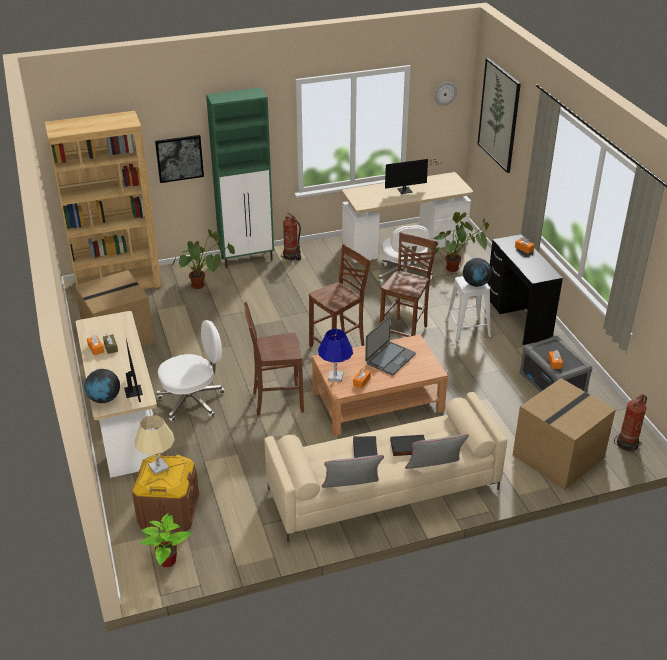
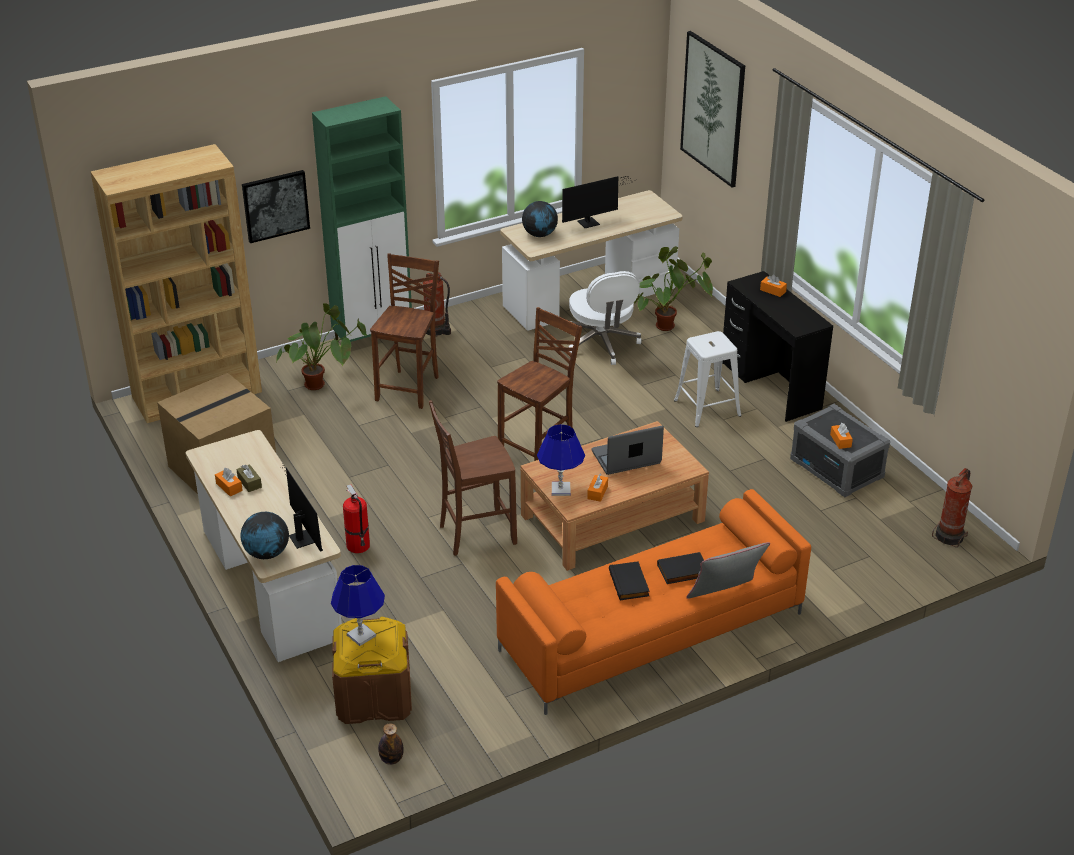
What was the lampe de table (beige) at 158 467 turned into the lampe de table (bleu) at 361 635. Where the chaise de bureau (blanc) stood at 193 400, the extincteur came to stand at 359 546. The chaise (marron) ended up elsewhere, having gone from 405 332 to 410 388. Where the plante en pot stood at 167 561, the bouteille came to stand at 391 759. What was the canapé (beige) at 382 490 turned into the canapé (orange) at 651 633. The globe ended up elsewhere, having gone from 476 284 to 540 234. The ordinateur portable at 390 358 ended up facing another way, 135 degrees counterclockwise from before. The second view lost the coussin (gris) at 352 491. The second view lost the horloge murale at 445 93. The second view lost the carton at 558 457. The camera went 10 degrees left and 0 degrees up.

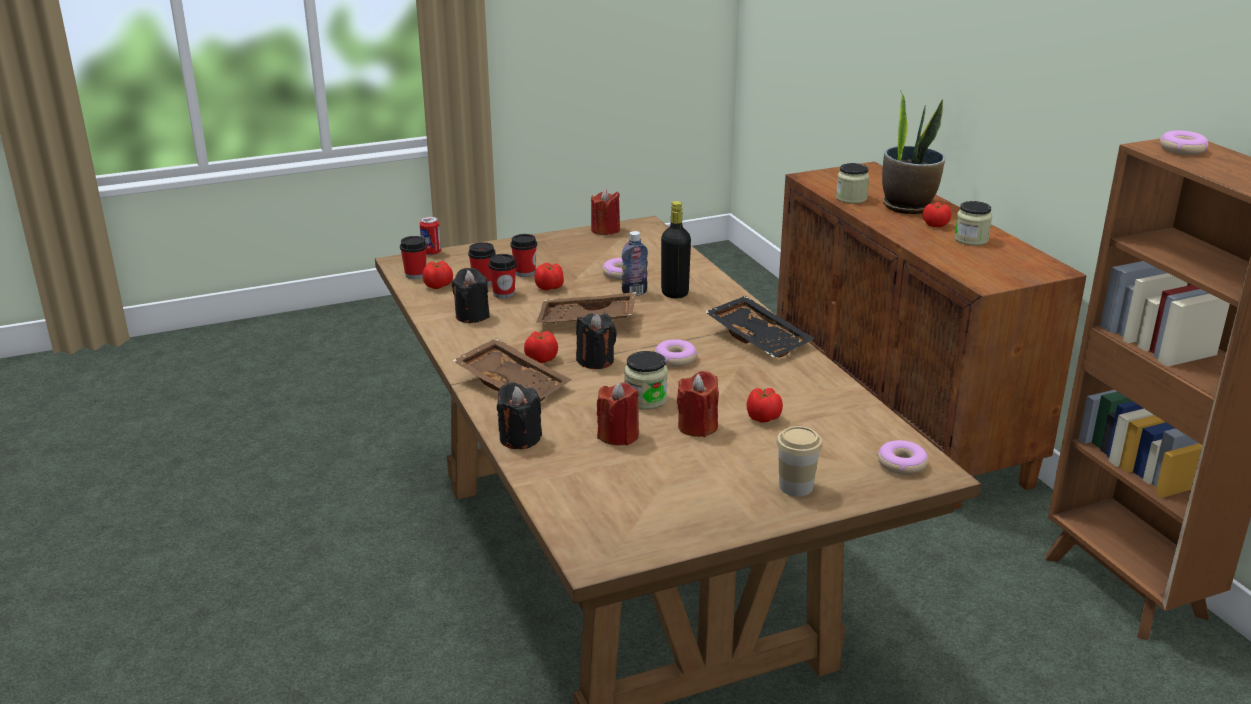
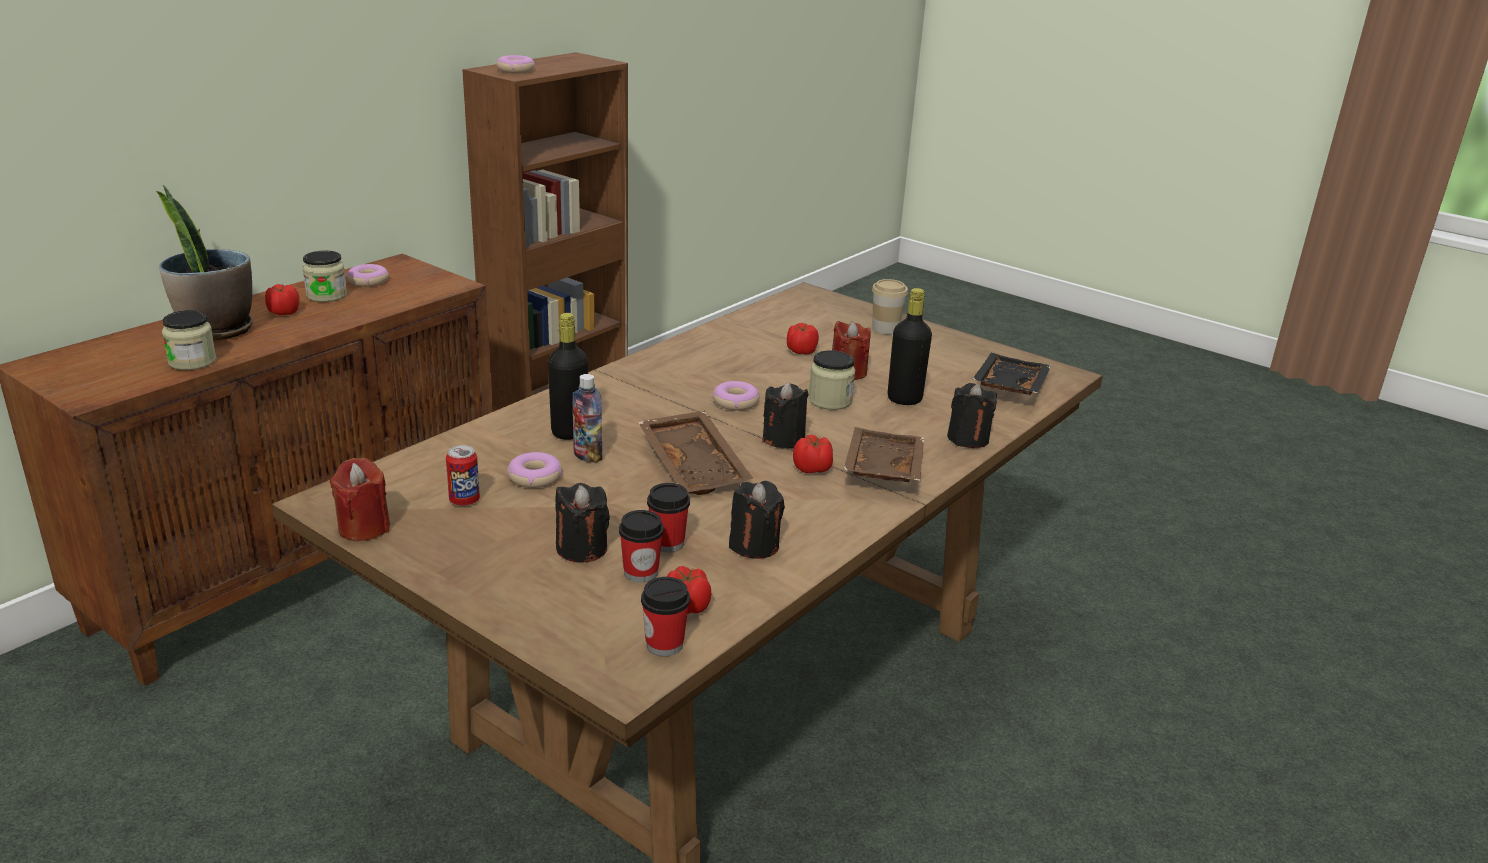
The beignet ended up elsewhere, having gone from 902 464 to 368 281. The boîte métallique ended up elsewhere, having gone from 431 253 to 464 501. Where the tasse stood at 525 272, the bougie (noir) came to stand at 581 549. Where the bougie (rouge) stood at 618 435, the bouteille (noir) came to stand at 904 399. The plateau (noir) ended up elsewhere, having gone from 759 338 to 1008 386. The second view lost the tomate at 550 287. The camera went 120 degrees left and 0 degrees up.

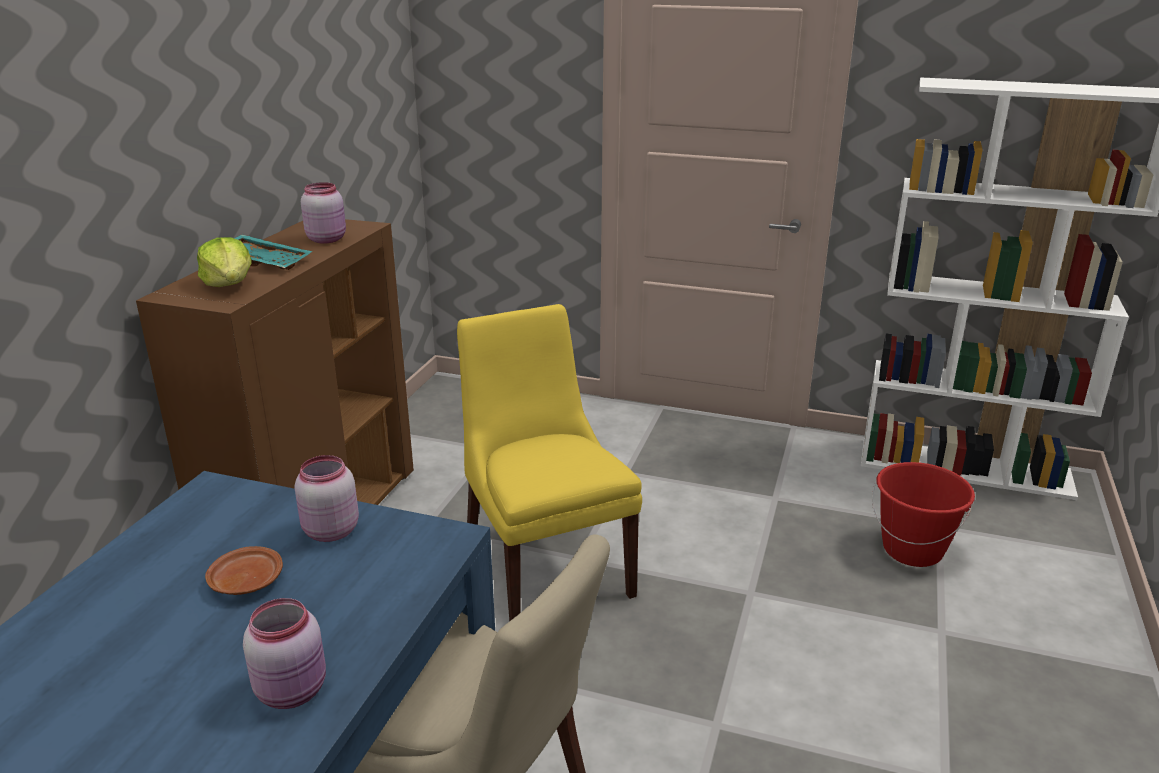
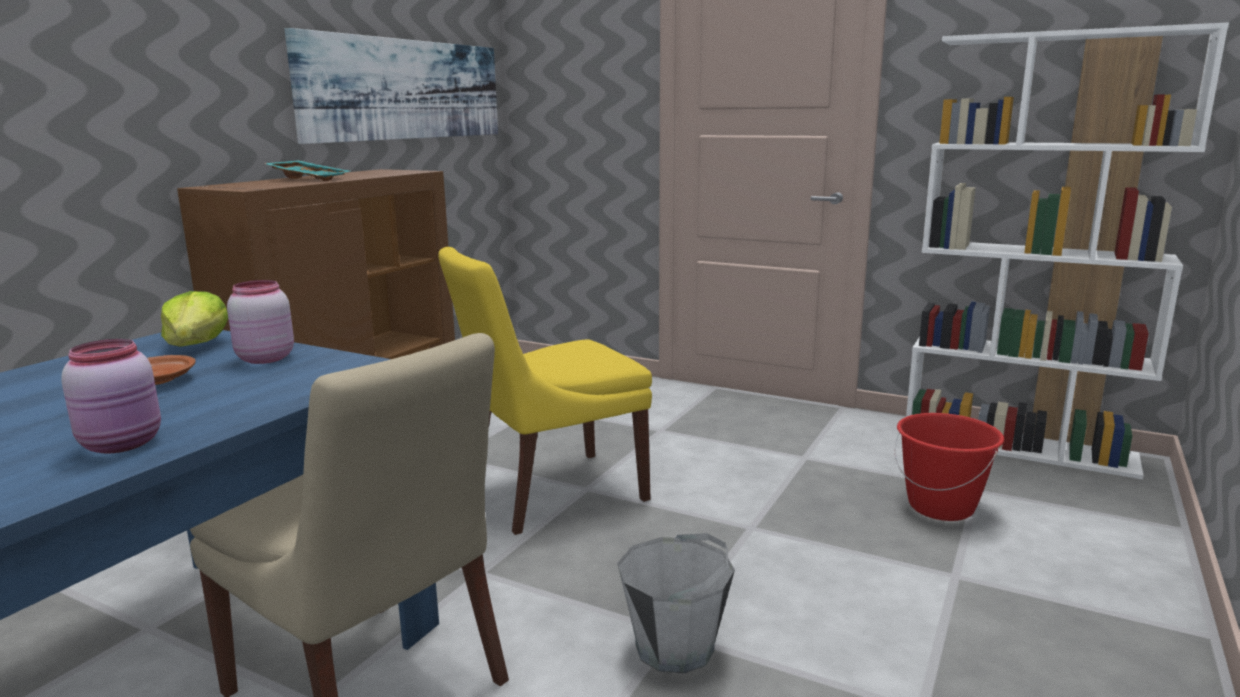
The laitue ended up elsewhere, having gone from 229 284 to 197 345. The second view gained the tableau at 406 89. The chaise (jaune) at 545 566 ended up facing another way, 105 degrees counterclockwise from before. The second view gained the seau (gris) at 675 648. The second view lost the bocal (rose) at 327 239. The camera went 10 degrees right and 10 degrees down.

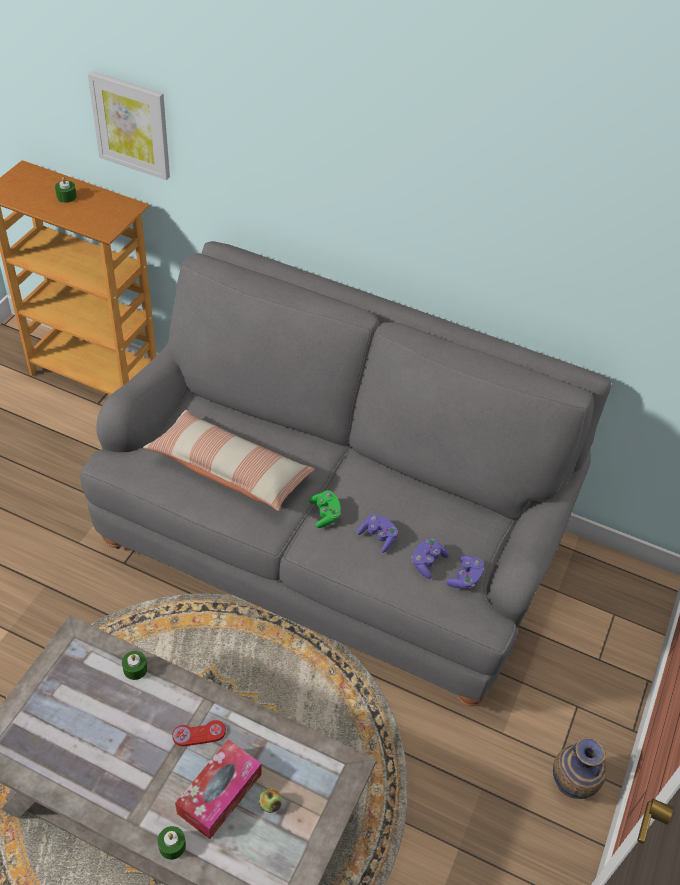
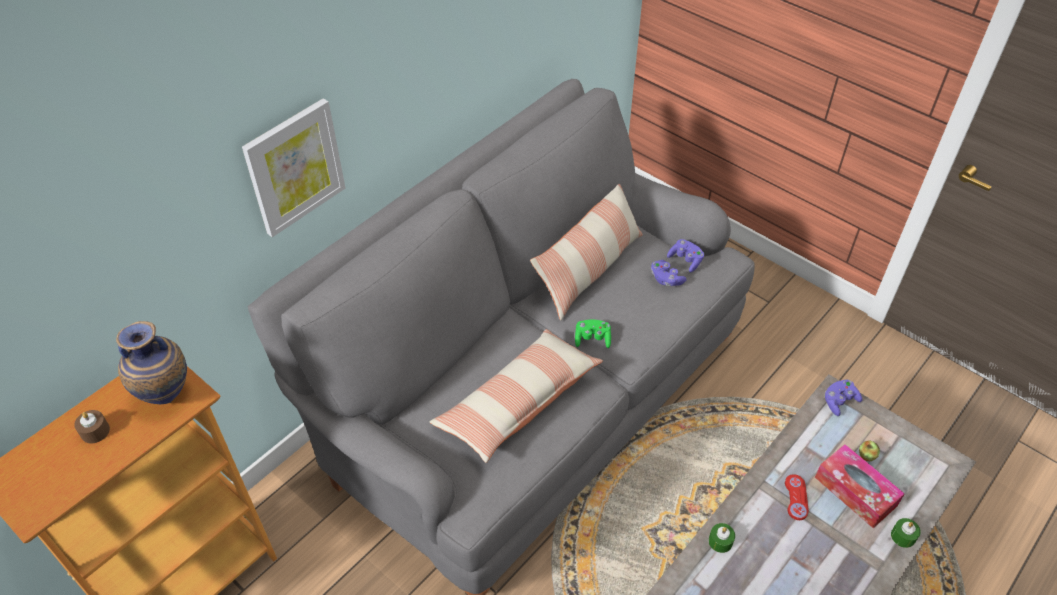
What was the bougie (vert) at 66 197 turned into the bougie (marron) at 95 431. The vase ended up elsewhere, having gone from 570 787 to 167 396. The tableau ended up elsewhere, having gone from 131 125 to 294 167. The second view gained the coussin at 589 269. The manette (violet) ended up elsewhere, having gone from 378 537 to 839 401. The camera went 70 degrees left and 0 degrees up.

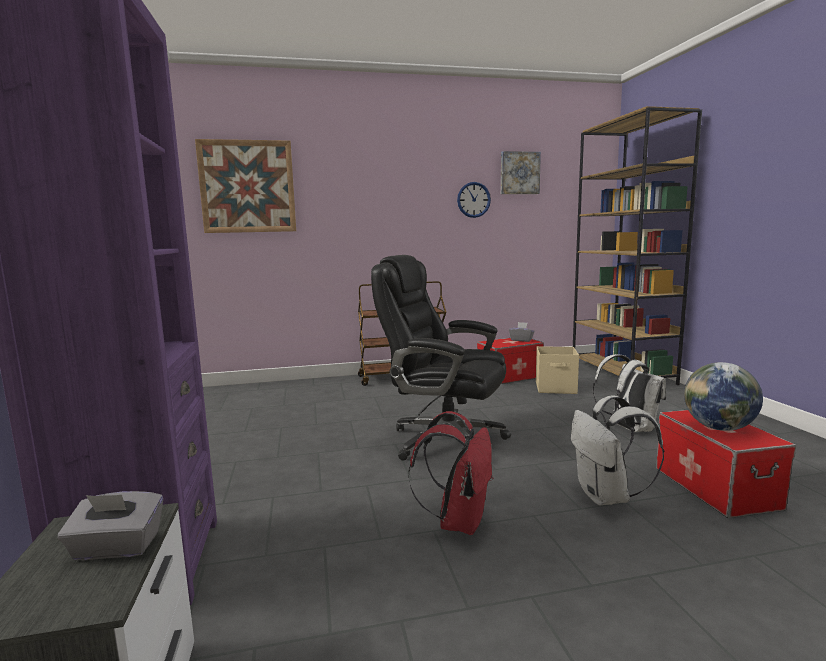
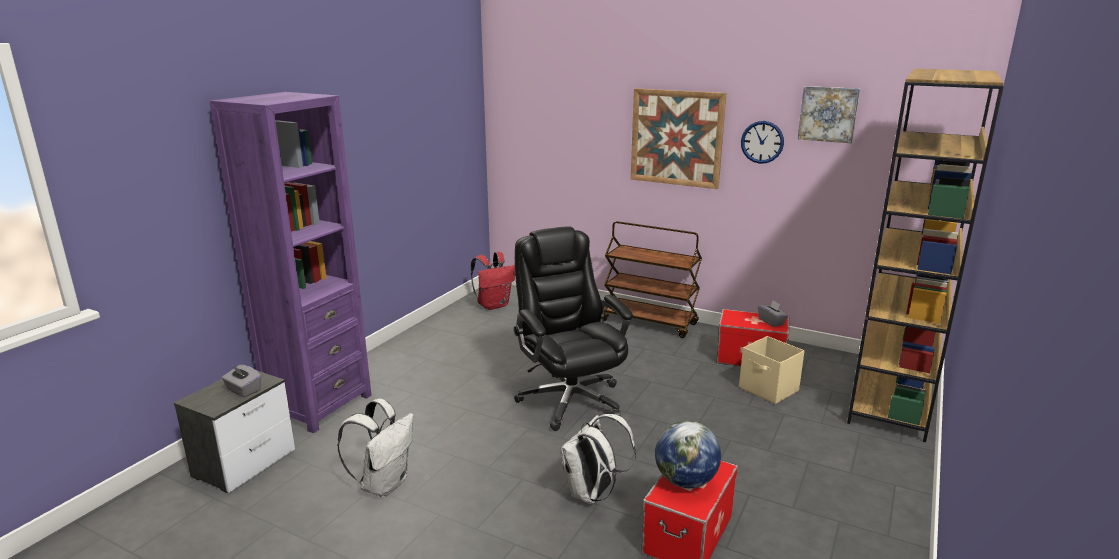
The sac à dos (blanc) ended up elsewhere, having gone from 628 428 to 384 484. The sac à dos (rouge) ended up elsewhere, having gone from 458 521 to 494 305. The tableau ended up elsewhere, having gone from 247 187 to 676 138. The camera went 40 degrees right and 10 degrees up.

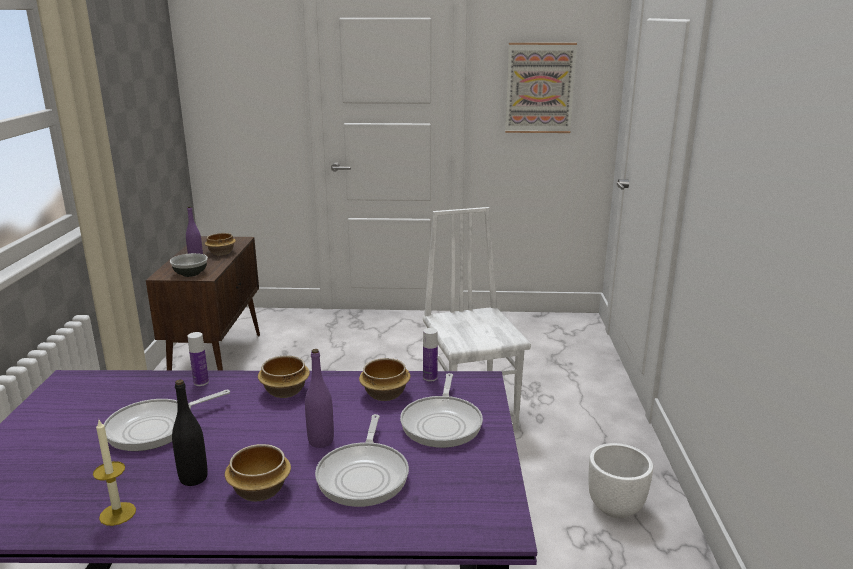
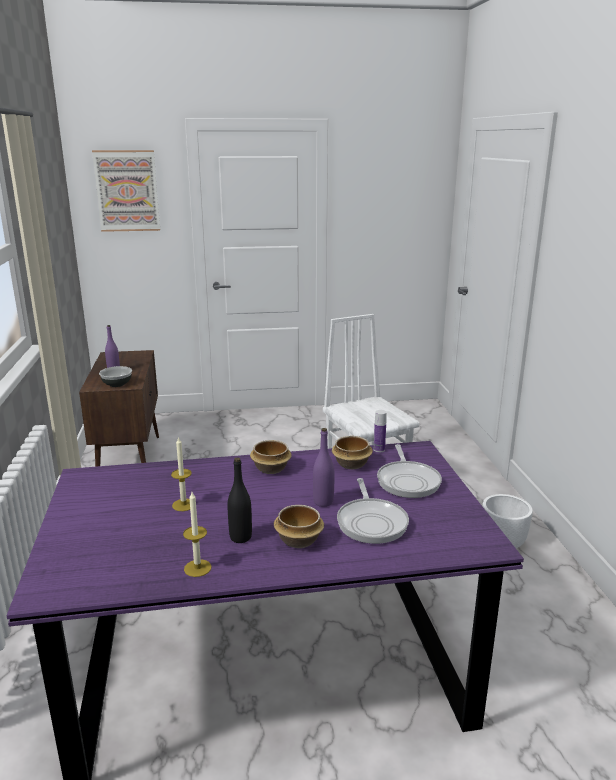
The tableau ended up elsewhere, having gone from 539 88 to 127 191. Where the poêle stood at 156 428, the bougie came to stand at 183 505. The second view lost the bouteille at 201 382. The second view lost the bol at 221 253. The camera went 10 degrees left and 0 degrees up.

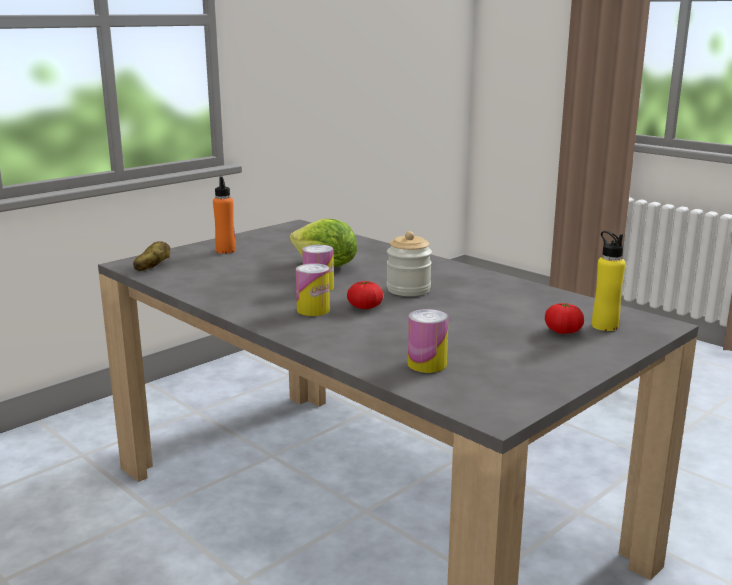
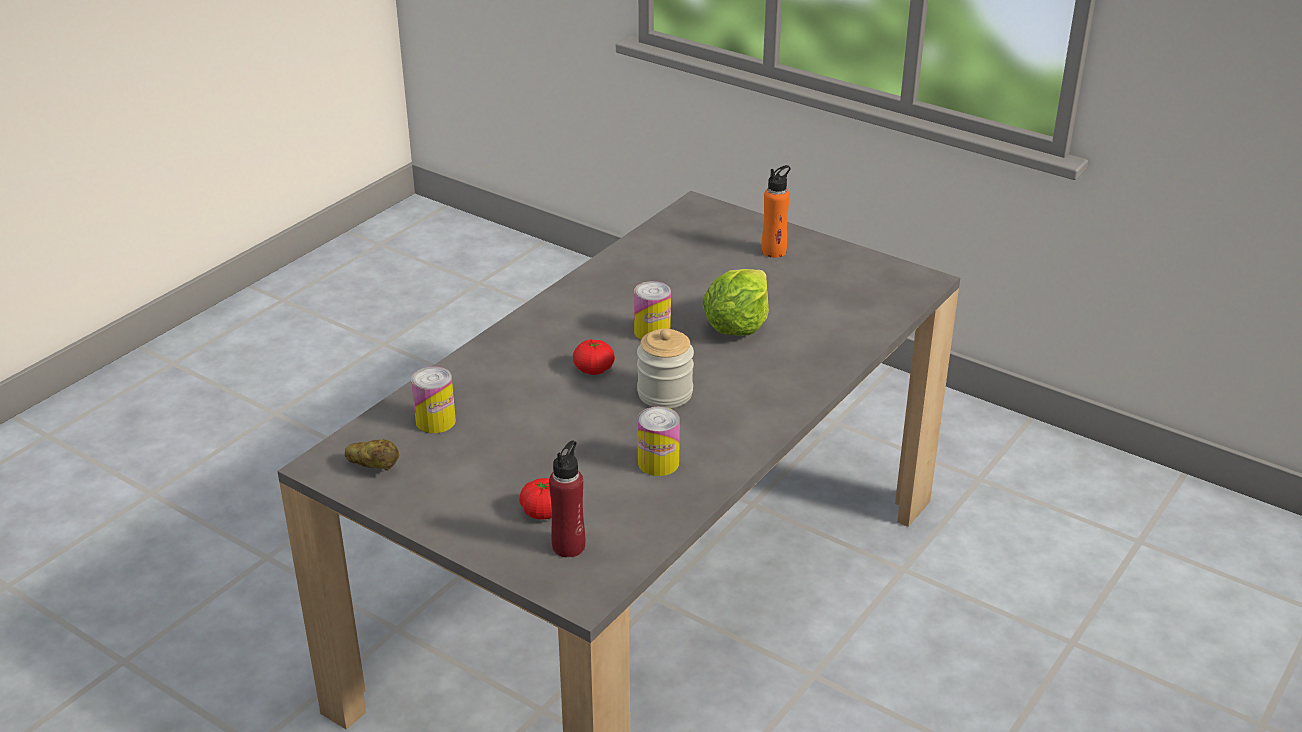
The pomme de terre ended up elsewhere, having gone from 152 267 to 374 467. What was the bouteille (jaune) at 604 326 turned into the bouteille (rouge) at 569 546. The boîte métallique ended up elsewhere, having gone from 313 310 to 658 463. The camera went 80 degrees right and 15 degrees up.

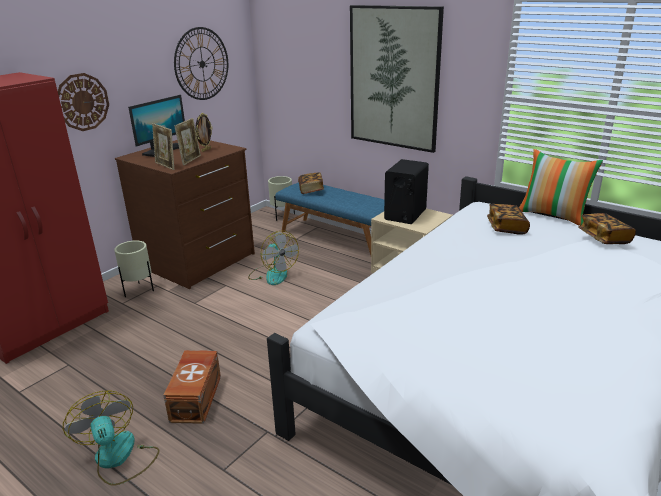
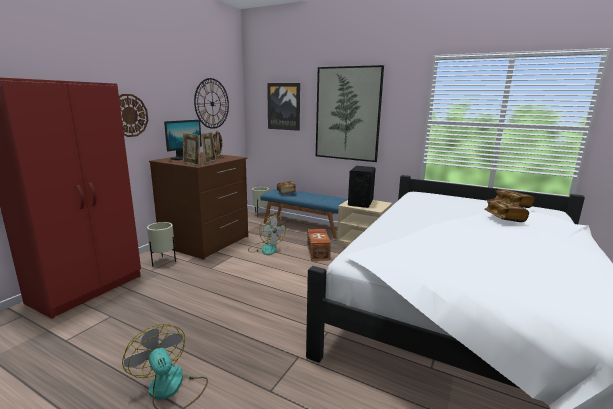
The second view gained the tableau at 284 106. The boîte de rangement (marron) ended up elsewhere, having gone from 197 397 to 318 252. The livre ended up elsewhere, having gone from 506 228 to 504 218. The second view lost the coussin at 553 215. The camera went 10 degrees left and 10 degrees down.

